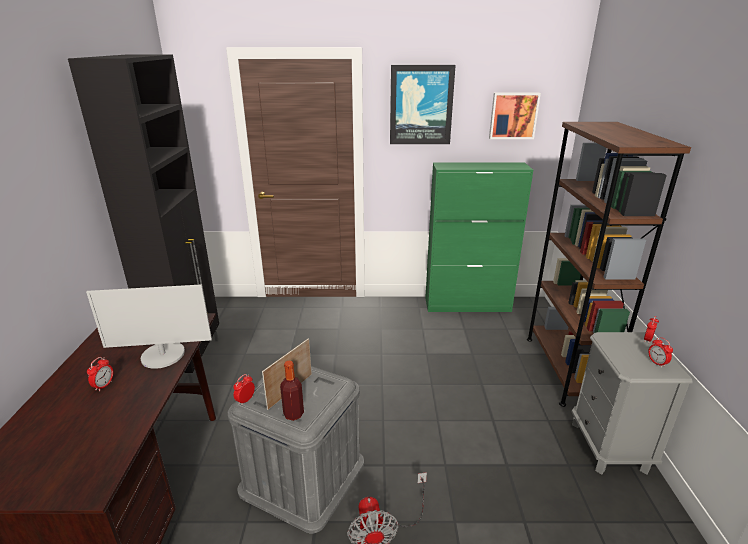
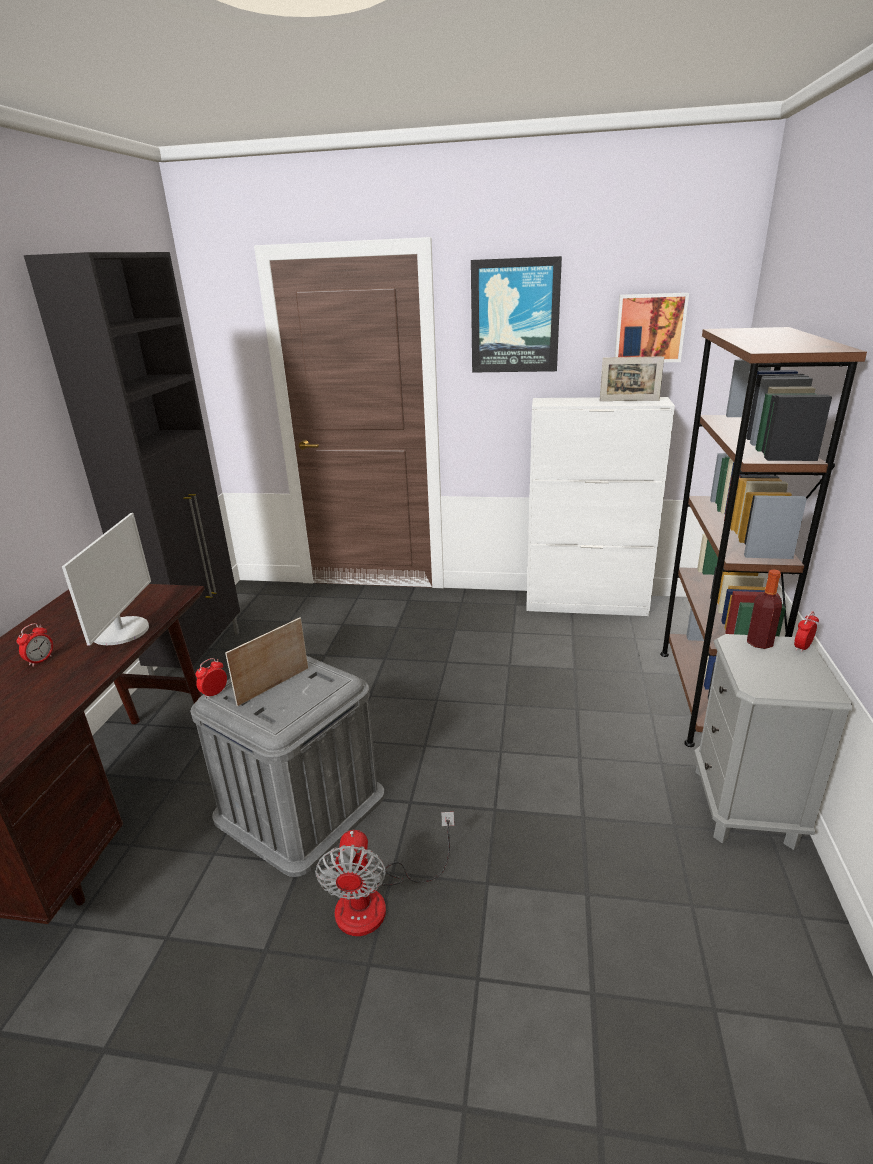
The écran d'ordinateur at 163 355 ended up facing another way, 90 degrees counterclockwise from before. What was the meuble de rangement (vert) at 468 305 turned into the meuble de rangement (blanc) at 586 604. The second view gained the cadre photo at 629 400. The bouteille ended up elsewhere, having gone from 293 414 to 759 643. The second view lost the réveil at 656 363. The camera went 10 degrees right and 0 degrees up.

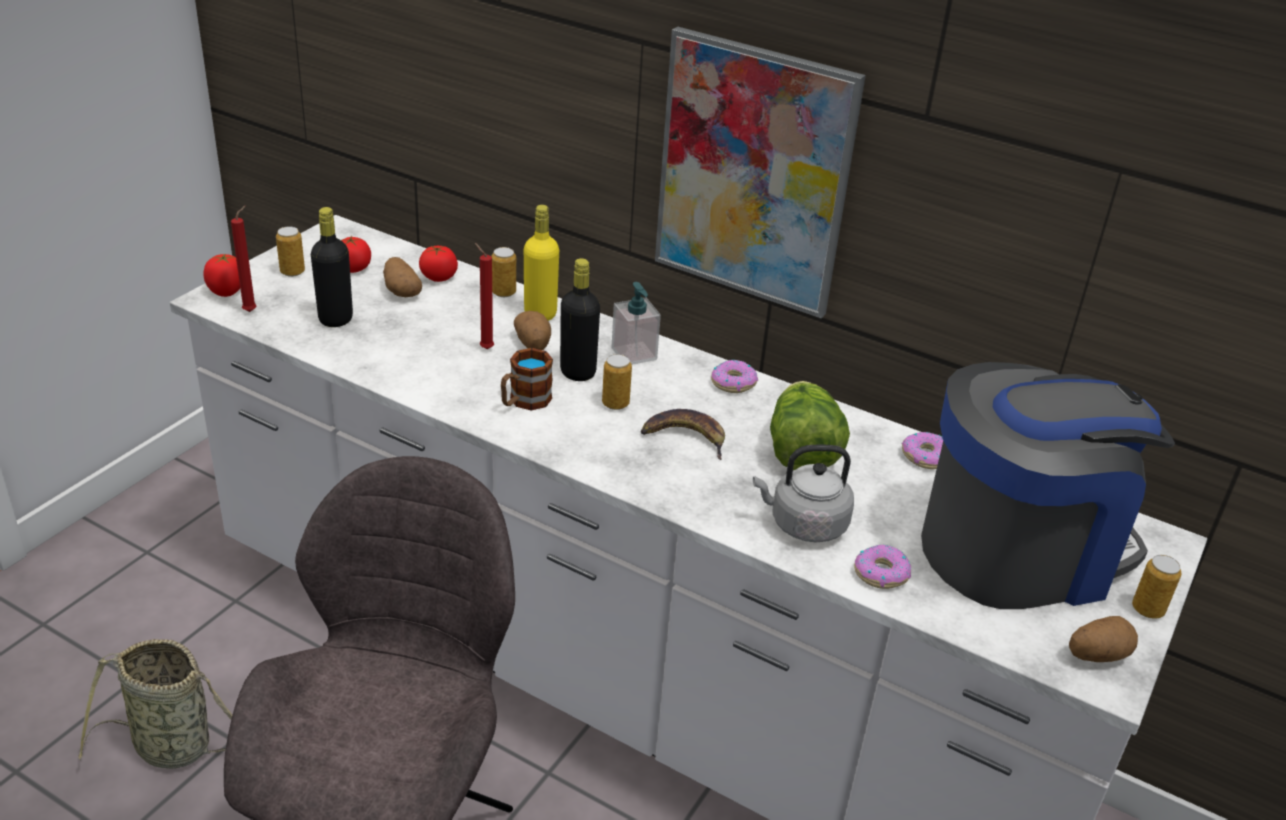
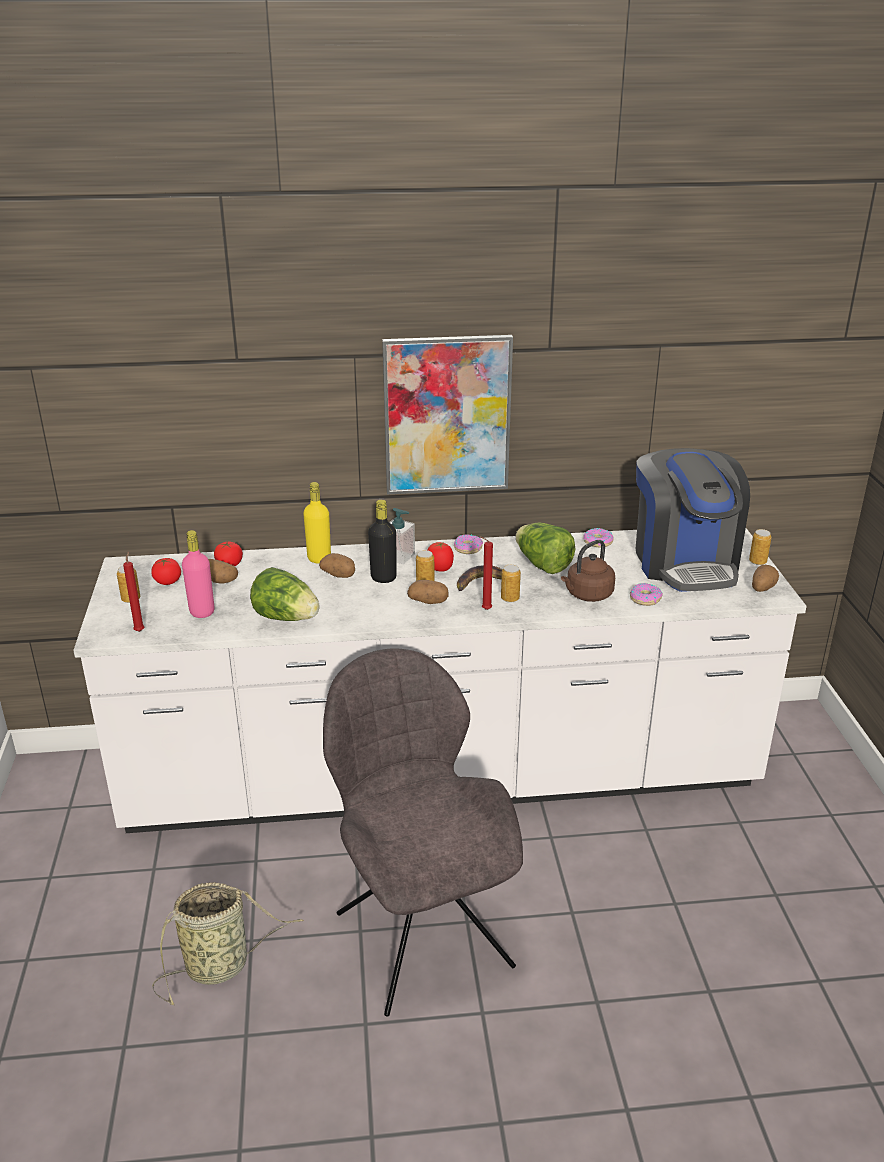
What was the bouteille (noir) at 335 319 turned into the bouteille (rose) at 202 612. The second view gained the laitue at 286 618. The second view gained the pomme de terre at 428 601. The tomate ended up elsewhere, having gone from 226 292 to 440 568. The bougie (rouge) ended up elsewhere, having gone from 485 348 to 485 610. The boîte métallique ended up elsewhere, having gone from 504 292 to 510 598. What was the bouilloire (gris) at 804 525 turned into the bouilloire (marron) at 587 595. The machine à café at 1020 550 ended up facing another way, 135 degrees clockwise from before. The second view lost the mug at 524 402. The camera went 35 degrees left and 5 degrees down.

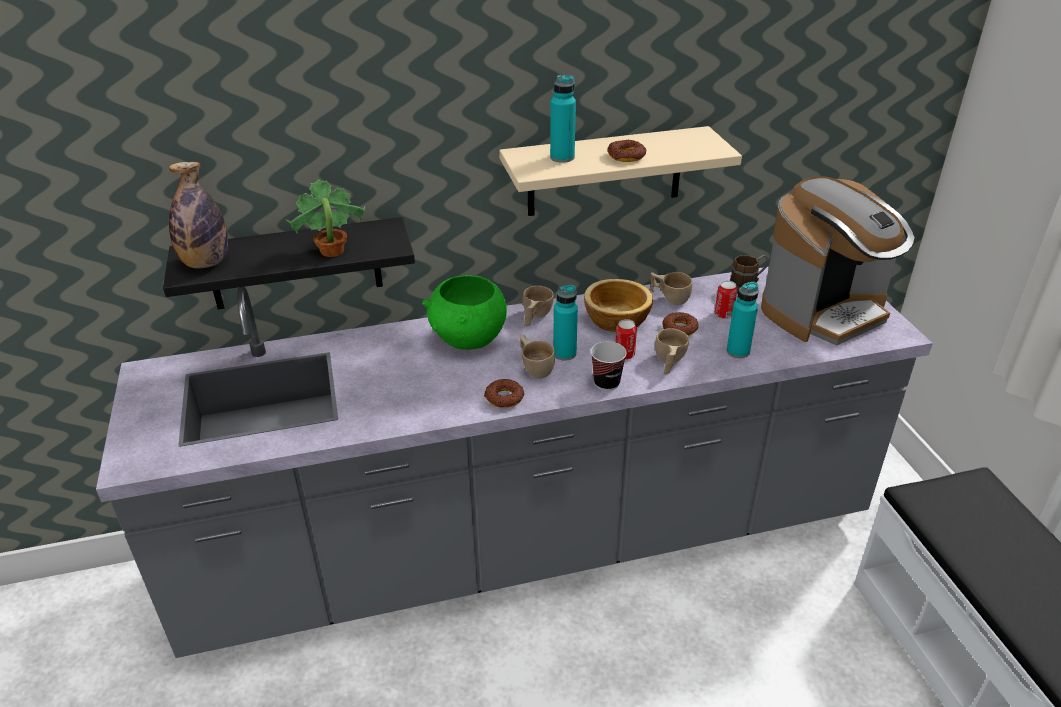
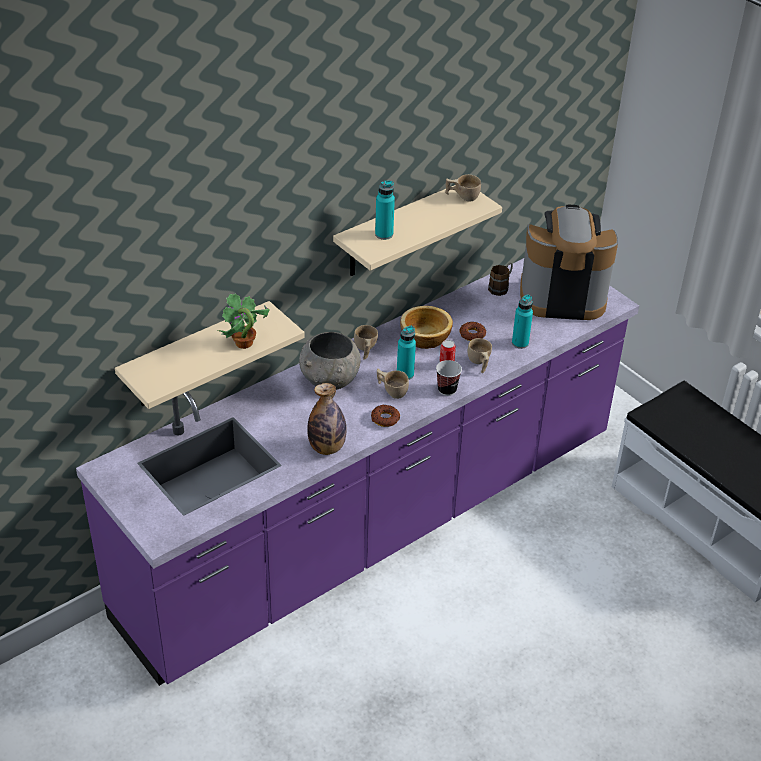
What was the comptoir de cuisine (gris) at 532 546 turned into the comptoir de cuisine (violet) at 375 527. What was the étagère (noir) at 295 264 turned into the étagère (beige) at 196 356. What was the bol (vert) at 469 341 turned into the bol (gris) at 330 381. The bouteille ended up elsewhere, having gone from 206 263 to 327 448. The tasse (beige) ended up elsewhere, having gone from 669 298 to 462 196. The machine à café at 824 312 ended up facing another way, 120 degrees counterclockwise from before. The second view lost the beignet at 626 156. The second view lost the boîte métallique at 723 314. The camera went 25 degrees left and 5 degrees up.

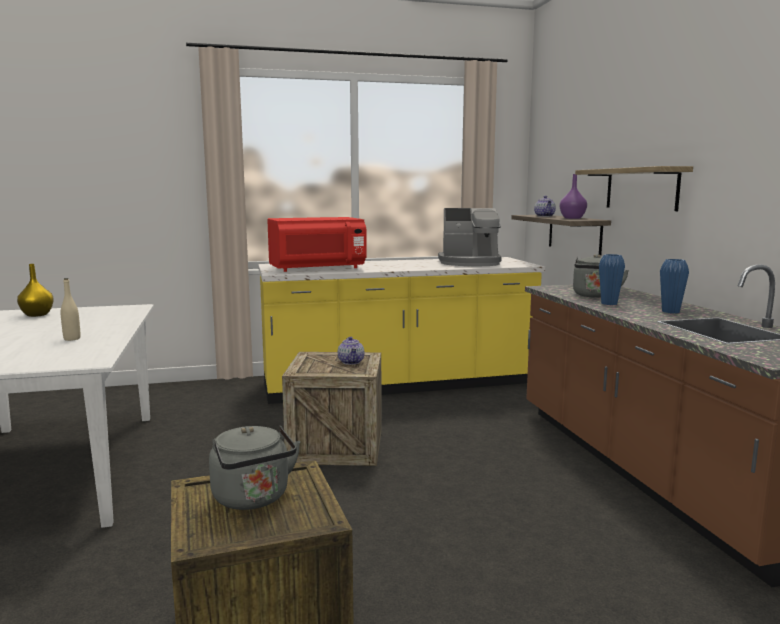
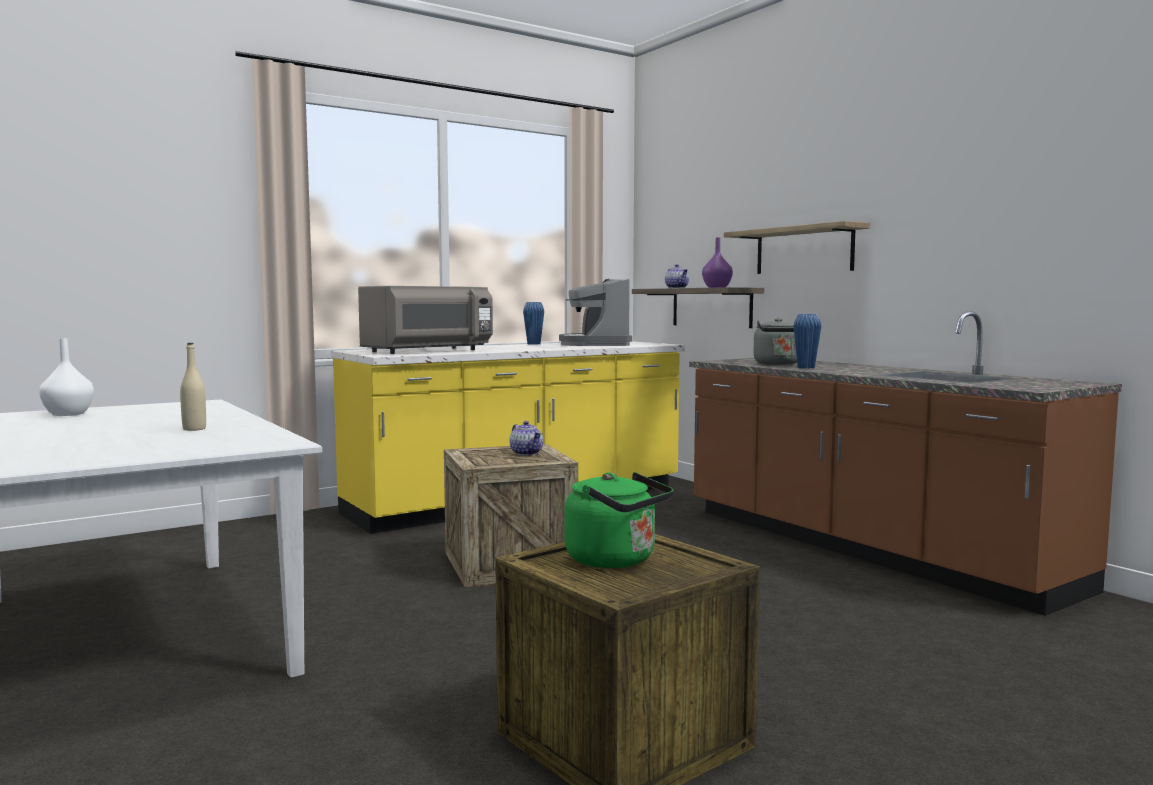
What was the vase (jaune) at 37 314 turned into the vase (blanc) at 67 414. What was the micro-ondes (rouge) at 317 269 turned into the micro-ondes (gris) at 427 351. The vase (bleu) ended up elsewhere, having gone from 670 311 to 533 344. The machine à café at 470 263 ended up facing another way, 105 degrees clockwise from before. What was the bouilloire (gris) at 253 499 turned into the bouilloire (vert) at 616 560. The camera went 20 degrees left and 5 degrees down.

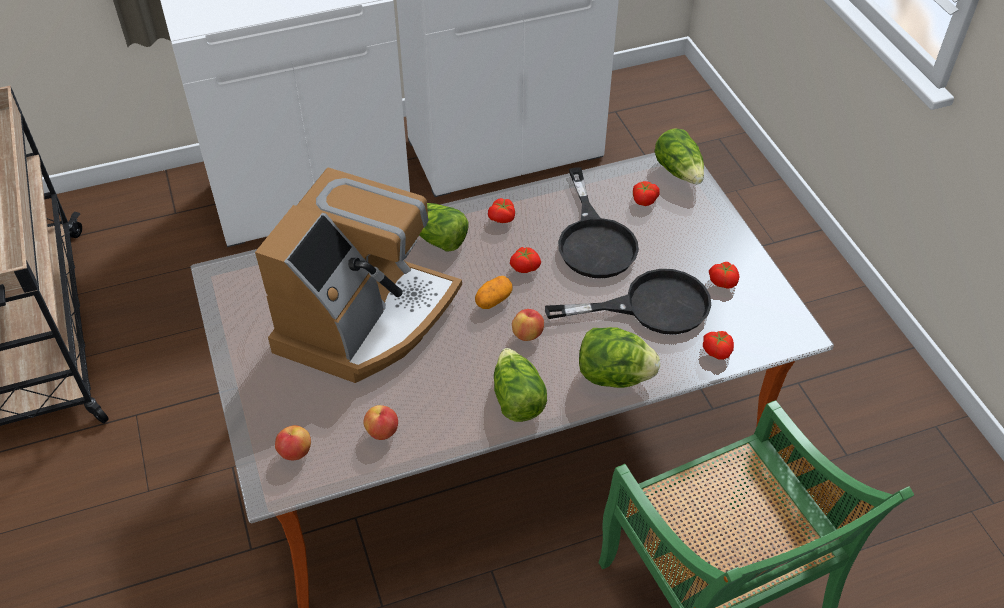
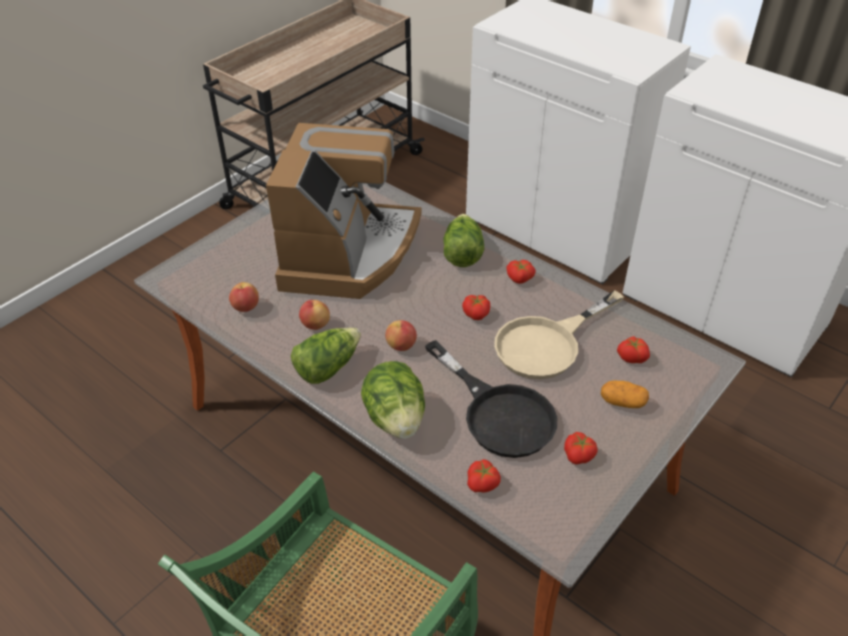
The machine à café at 365 319 ended up facing another way, 75 degrees counterclockwise from before. The pomme ended up elsewhere, having gone from 295 452 to 315 325. What was the poêle (noir) at 594 240 turned into the poêle (beige) at 547 343. The pomme de terre ended up elsewhere, having gone from 493 300 to 622 402. The second view lost the laitue at 679 171. The camera went 60 degrees right and 5 degrees down.

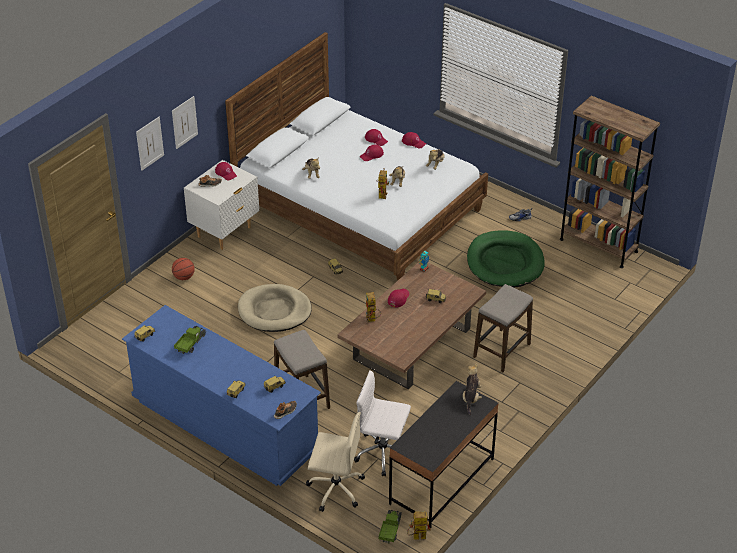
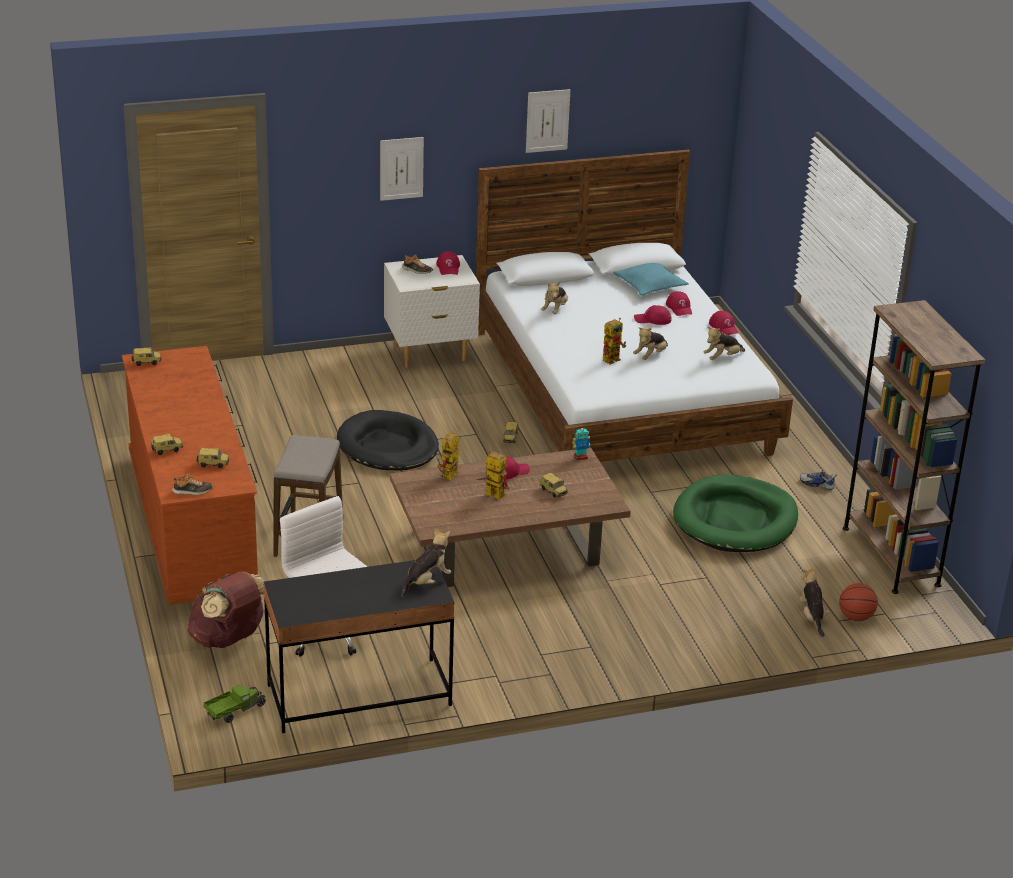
What was the commode (bleu) at 225 425 turned into the commode (marron) at 192 524. Where the chaise de bureau (beige) stood at 335 488, the sac à dos (marron) came to stand at 229 639. What was the panier pour chien (beige) at 274 311 turned into the panier pour chien (noir) at 388 446. The robot jouet ended up elsewhere, having gone from 416 537 to 490 494. The tableau ended up elsewhere, having gone from 149 143 to 547 121. The second view gained the coussin (turquoise) at 650 286. The second view gained the peluche at 812 617. The ballon de basket ended up elsewhere, having gone from 184 277 to 856 617. The second view lost the camion jouet at 190 344. The second view lost the tabouret at 502 350. The camera went 35 degrees right and 10 degrees down.

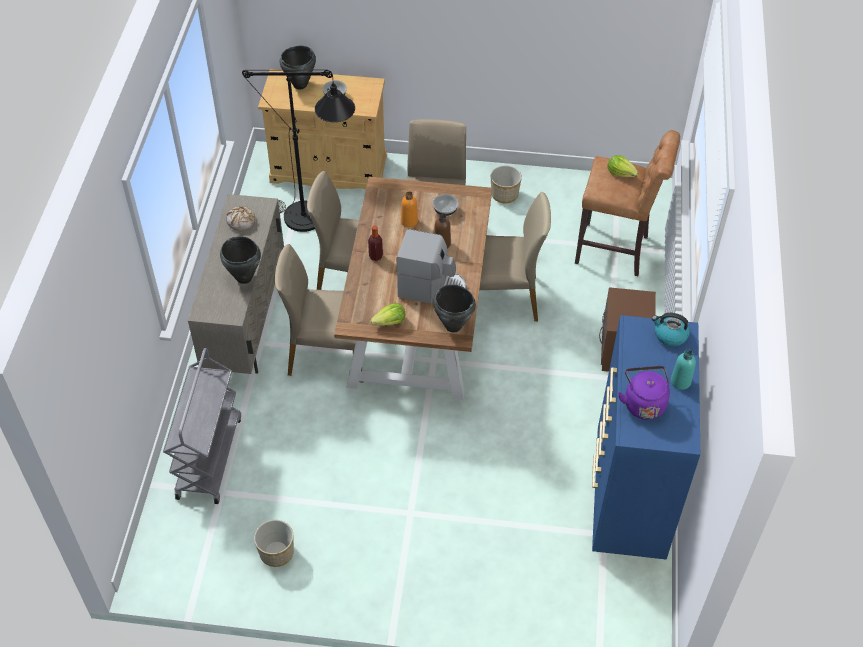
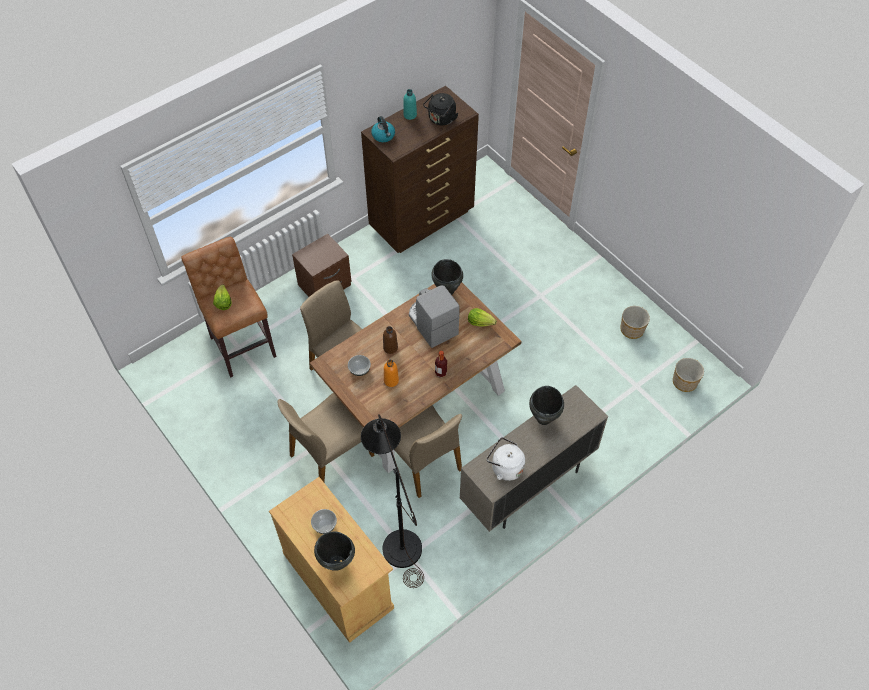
What was the commode (bleu) at 627 497 turned into the commode (marron) at 423 220. What was the bouilloire (violet) at 643 403 turned into the bouilloire (noir) at 441 119. Where the pain stood at 241 222, the bouilloire (blanc) came to stand at 505 467. The cache-pot ended up elsewhere, having gone from 504 194 to 684 382. The second view lost the chariot (gris) at 209 456. The second view lost the chaise (beige) at 328 352. The camera went 135 degrees left and 5 degrees up.

